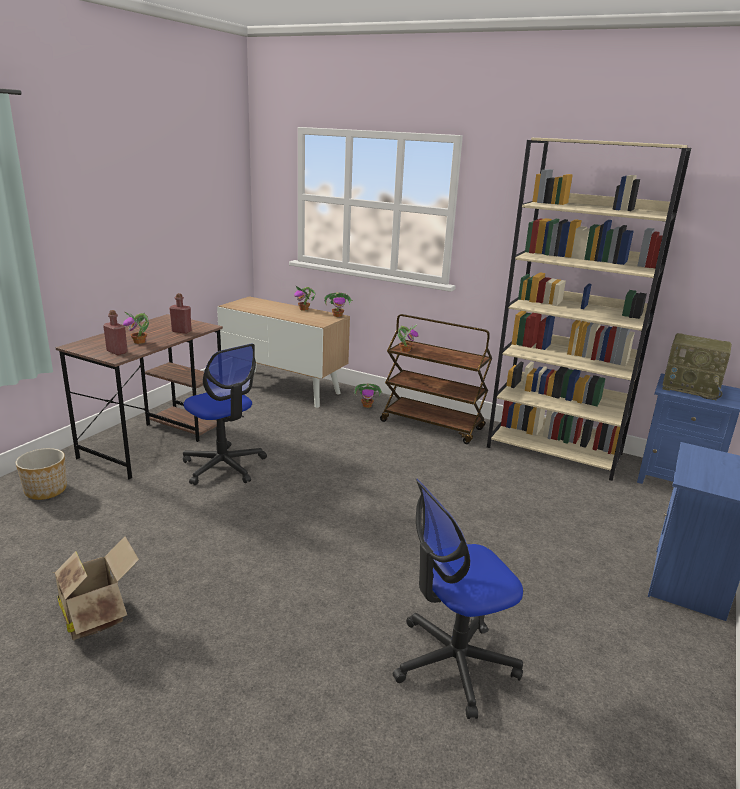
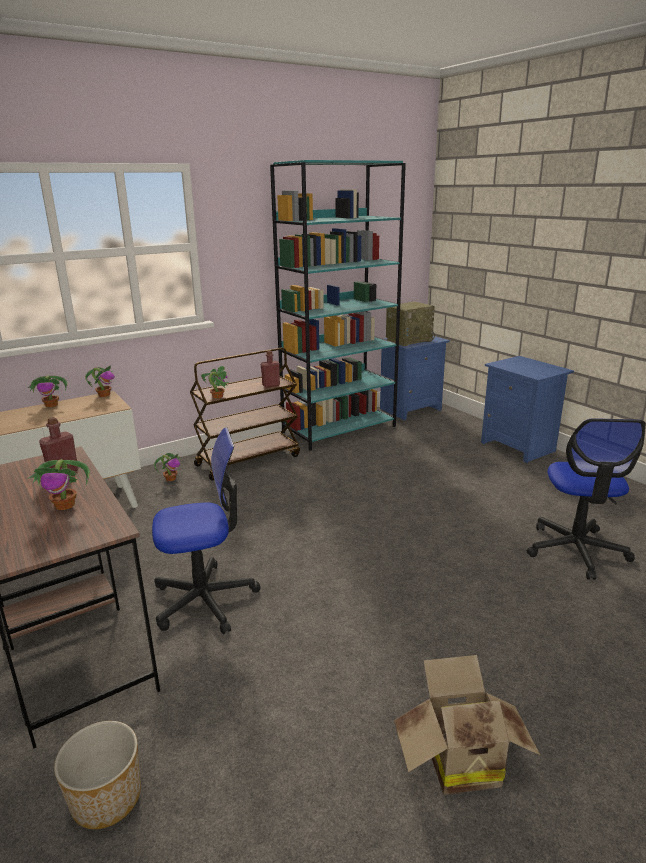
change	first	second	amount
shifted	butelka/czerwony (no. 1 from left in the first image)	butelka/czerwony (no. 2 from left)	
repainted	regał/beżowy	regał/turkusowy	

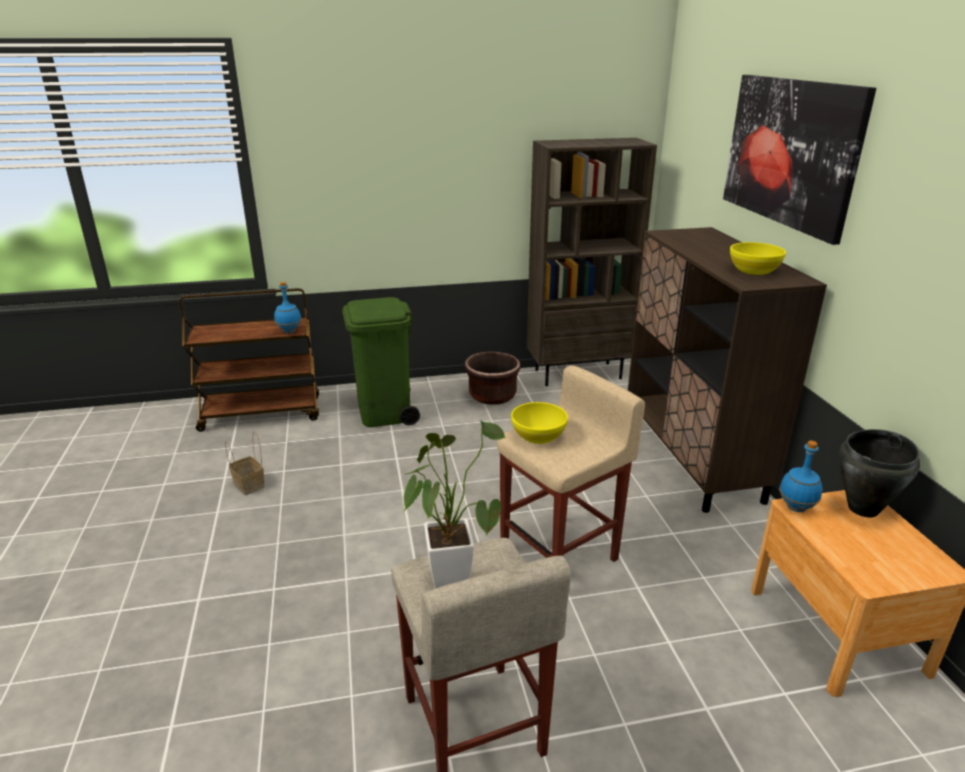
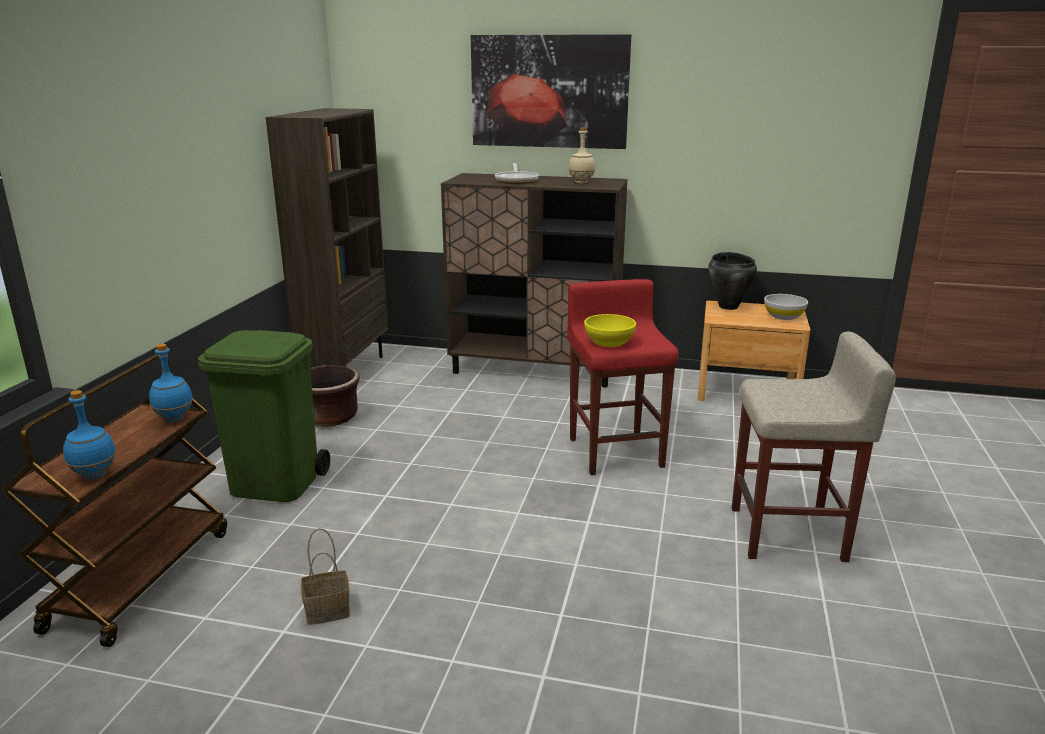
change	first	second	amount
gone	roślina doniczkowa		
repainted	stołek/beżowy (no. 2 from left)	stołek/czerwony	
swapped	miska/żółty (no. 2 from left)	butelka/beżowy	
shifted	butelka/niebieski (no. 2 from left in the first image)	butelka/niebieski (no. 1 from left)	
new		patelnia	
new		miska/biały	

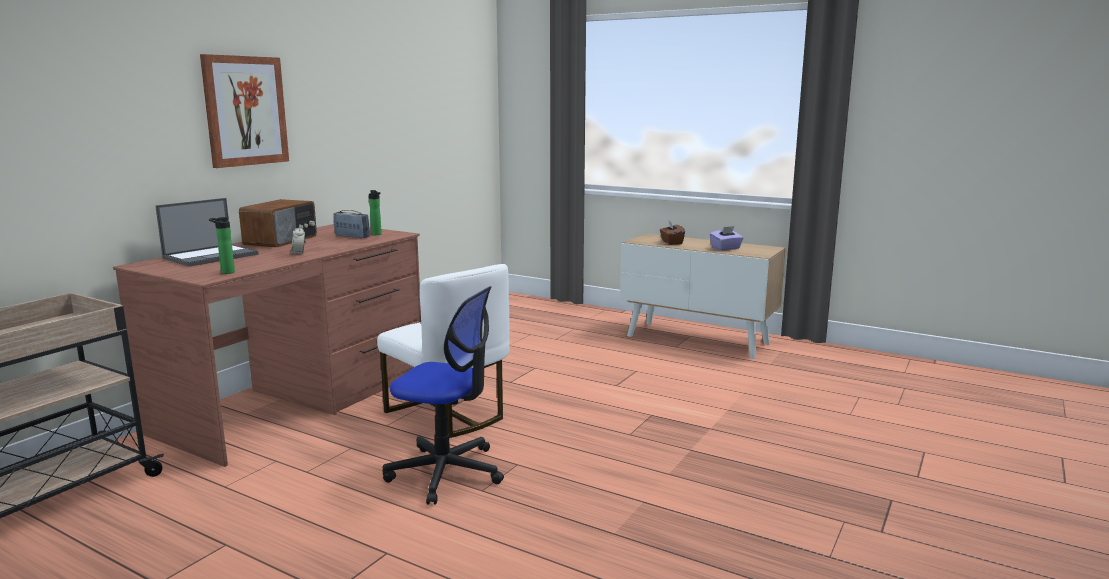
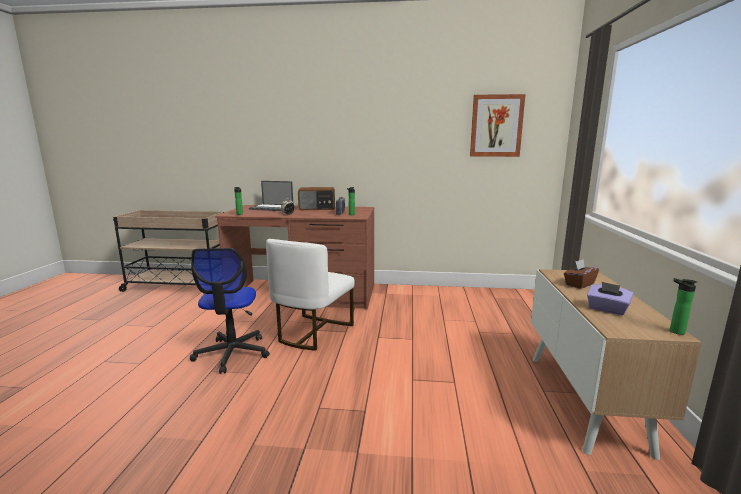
change	first	second	amount
shifted	obraz		
new		butelka (no. 3 from left)	

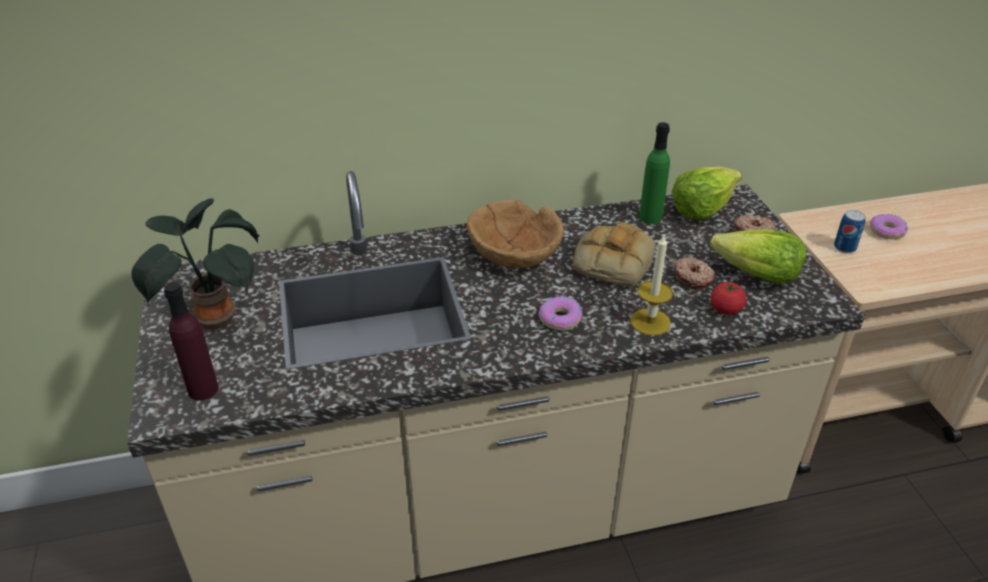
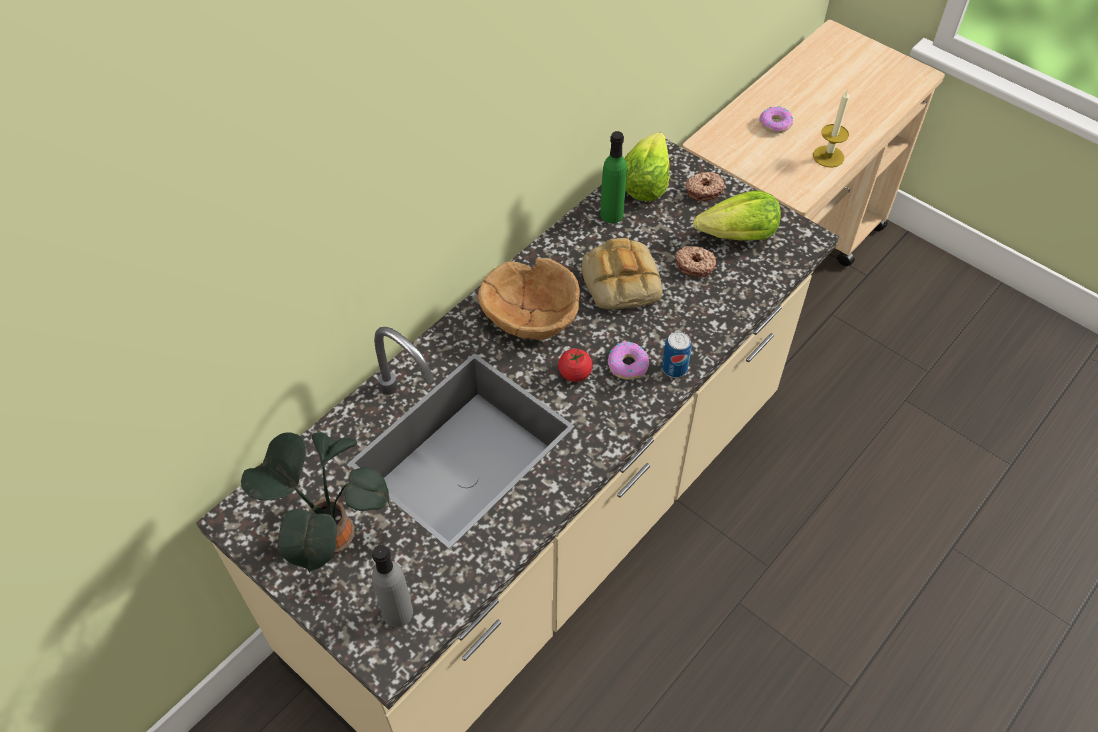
change	first	second	amount
repainted	butelka/fioletowy	butelka/szary	
shifted	świeca		
shifted	pomidor		
shifted	puszka		

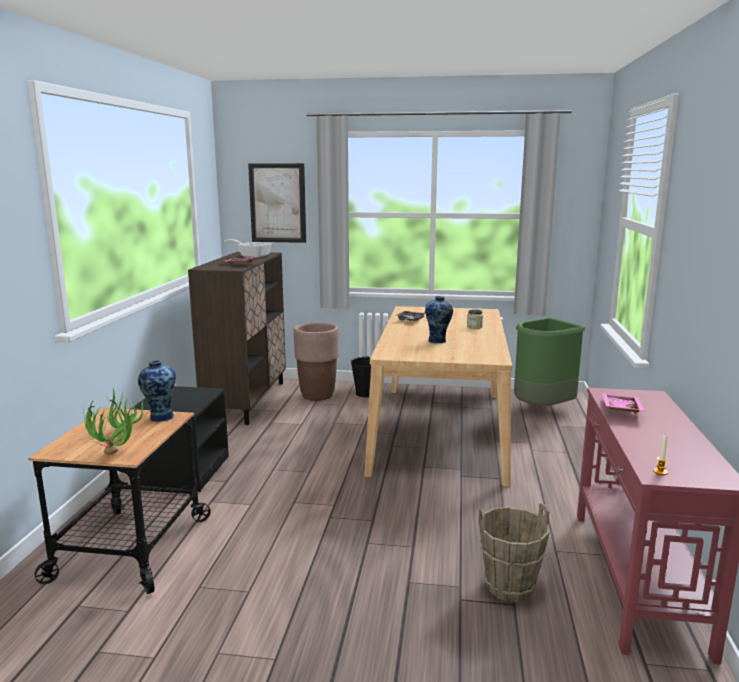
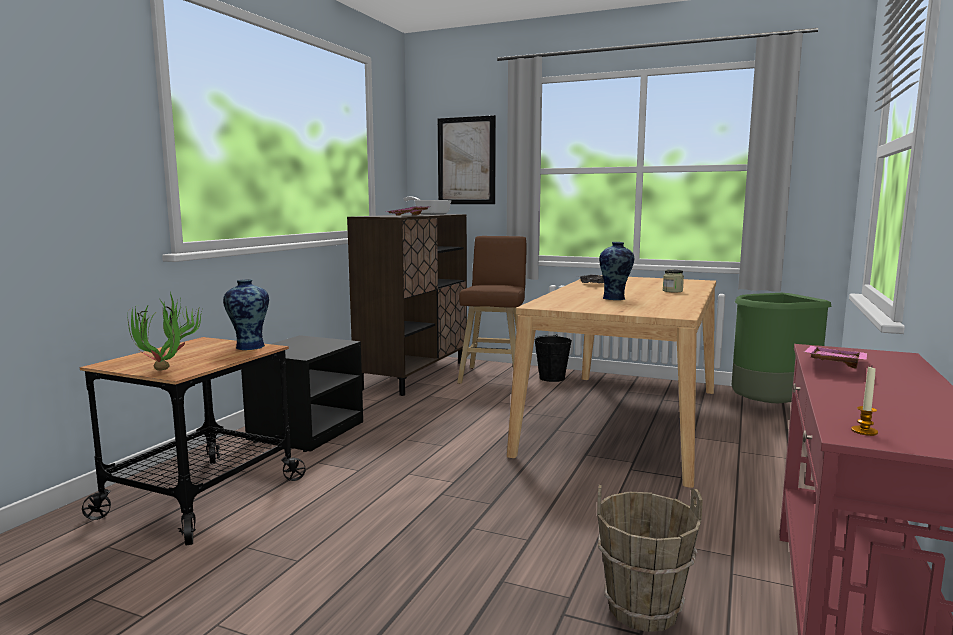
change	first	second	amount
swapped	donica/brązowy	stołek/brązowy	

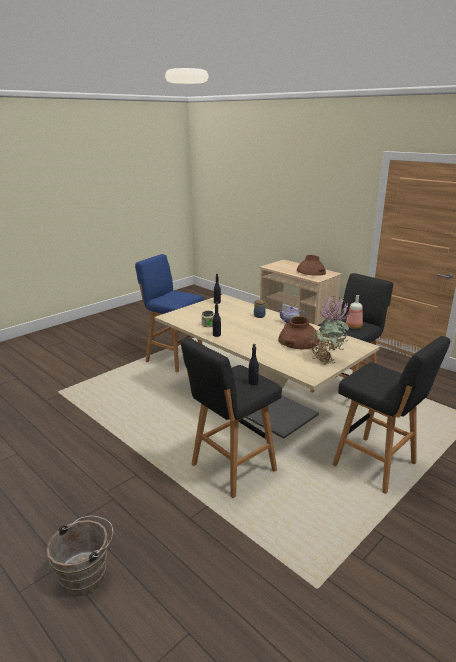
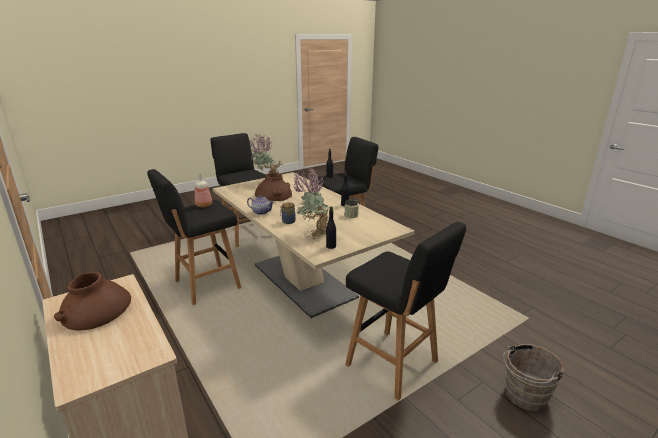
change	first	second	amount
shifted	wiadro/brązowy		
repainted	stołek/niebieski	stołek/czarny (no. 4 from left)	
new		roślina doniczkowa (no. 2 from left)	

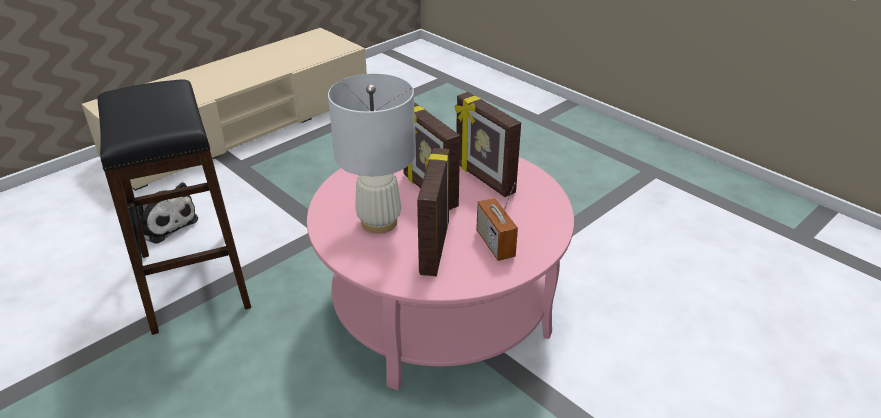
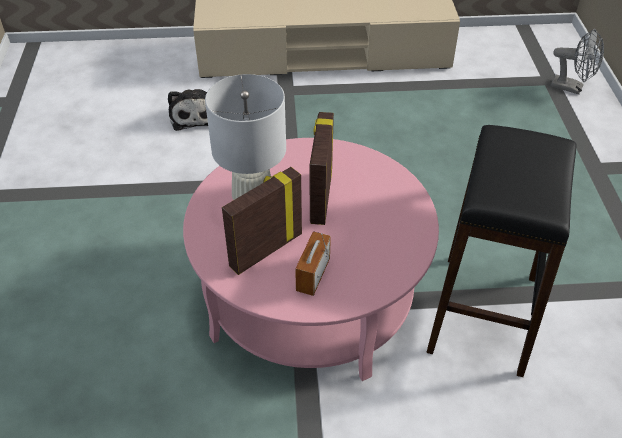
change	first	second	amount
shifted	stołek/czarny		
gone	ramka na zdjęcie (no. 3 from left)		
new		wentylator/szary	

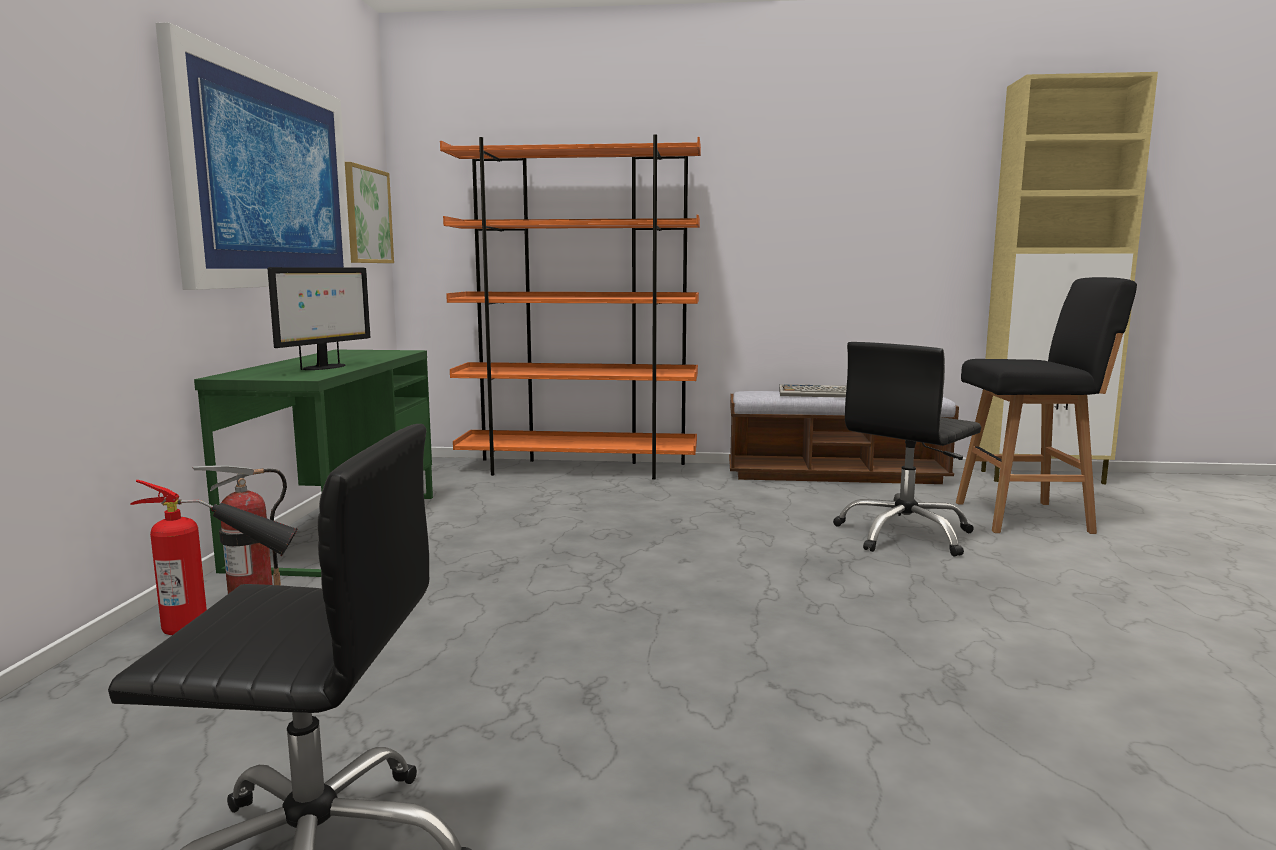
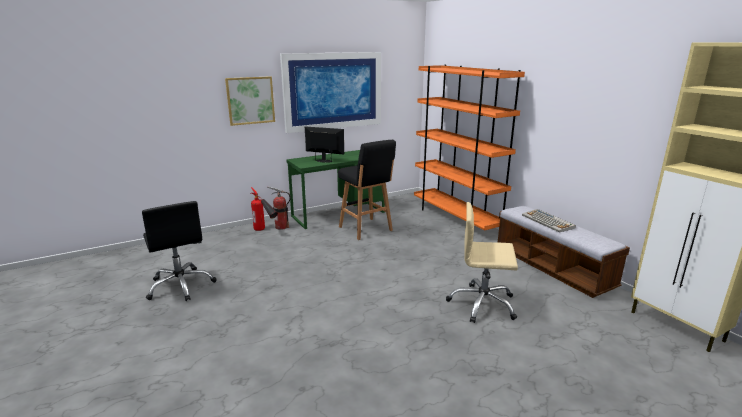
change	first	second	amount
rotated	monitor		150 degrees counterclockwise
shifted	obraz (no. 2 from left in the first image)	obraz (no. 1 from left)	
repainted	krzesło biurowe/czarny (no. 2 from left)	krzesło biurowe/beżowy	
shifted	stołek/czarny		

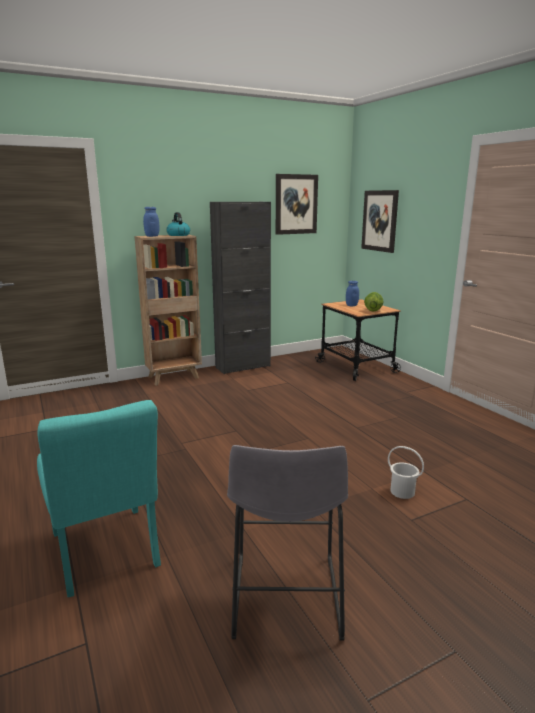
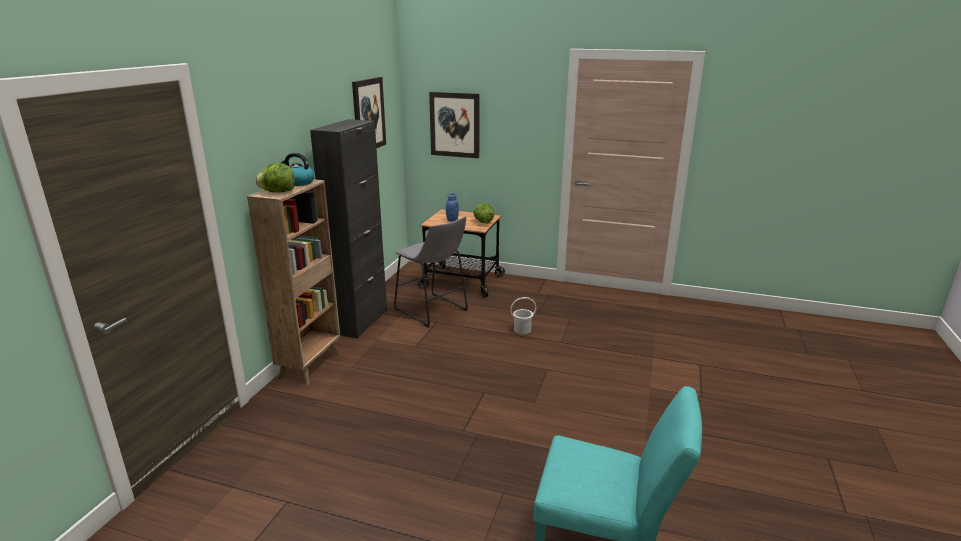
change	first	second	amount
swapped	słoik/niebieski (no. 1 from left)	sałata (no. 1 from left)	
shifted	stołek/szary		
shifted	wiadro/biały		

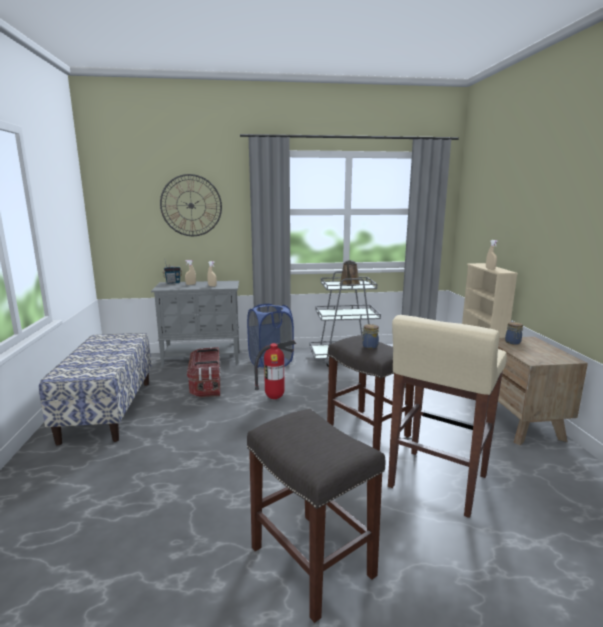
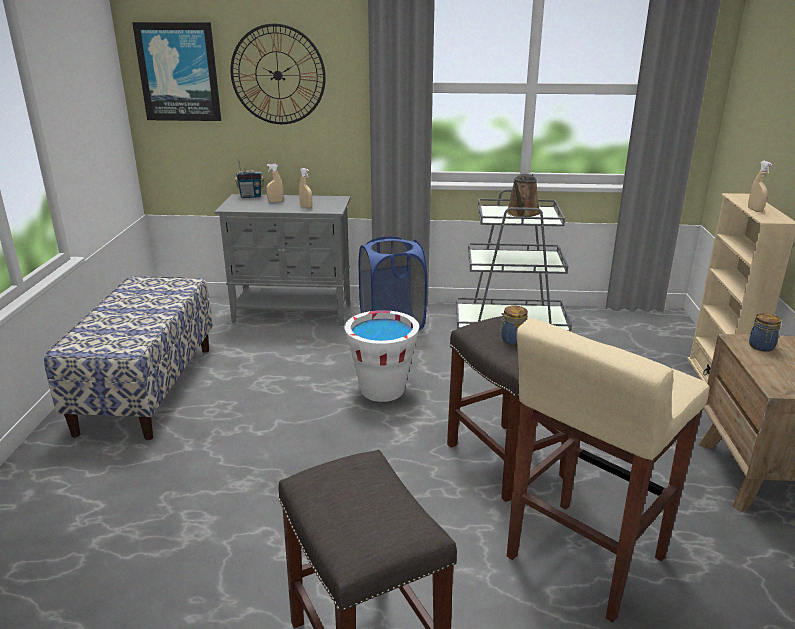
change	first	second	amount
gone	pojemnik do przechowywania		
swapped	gaśnica	wiadro/biały	
new		obraz	

